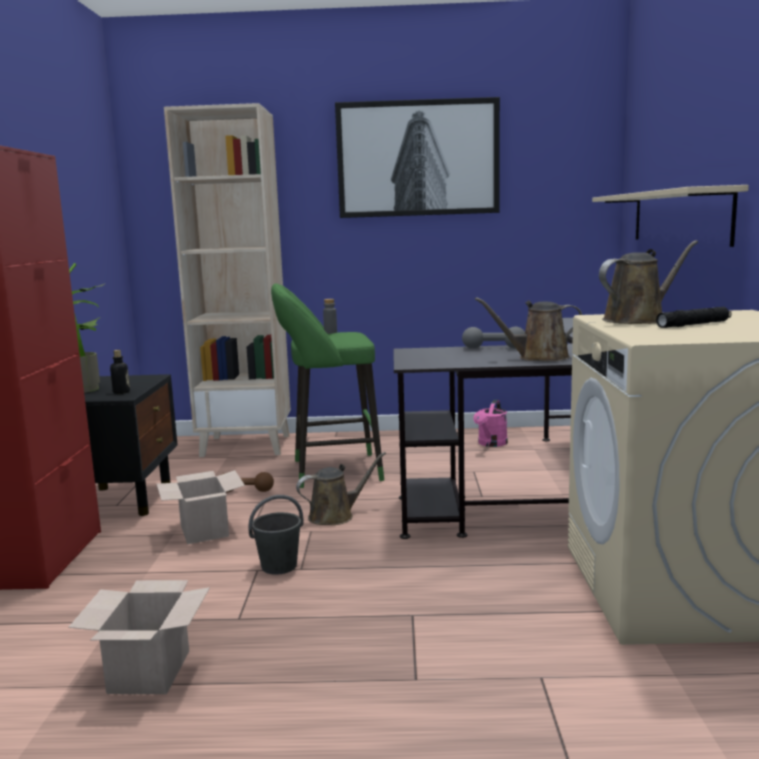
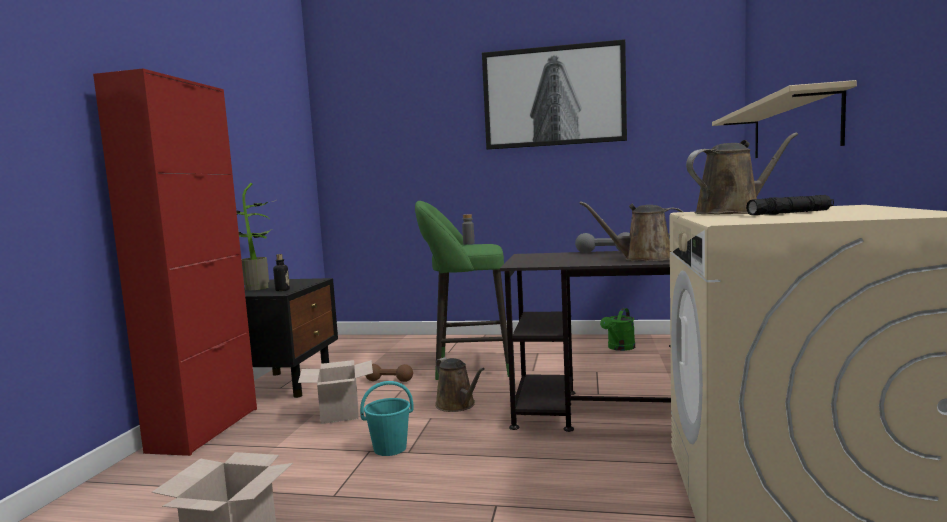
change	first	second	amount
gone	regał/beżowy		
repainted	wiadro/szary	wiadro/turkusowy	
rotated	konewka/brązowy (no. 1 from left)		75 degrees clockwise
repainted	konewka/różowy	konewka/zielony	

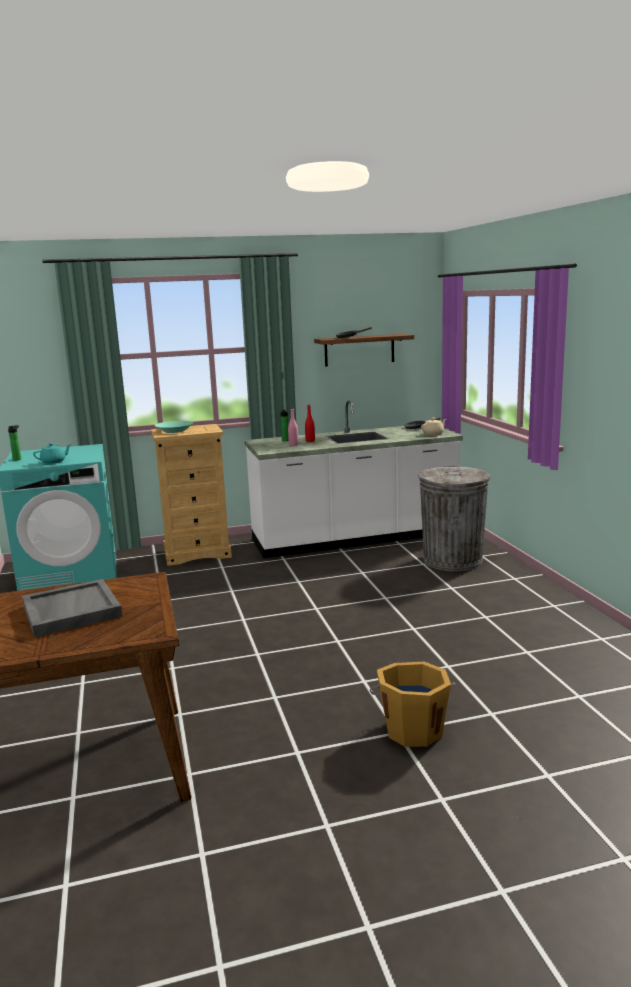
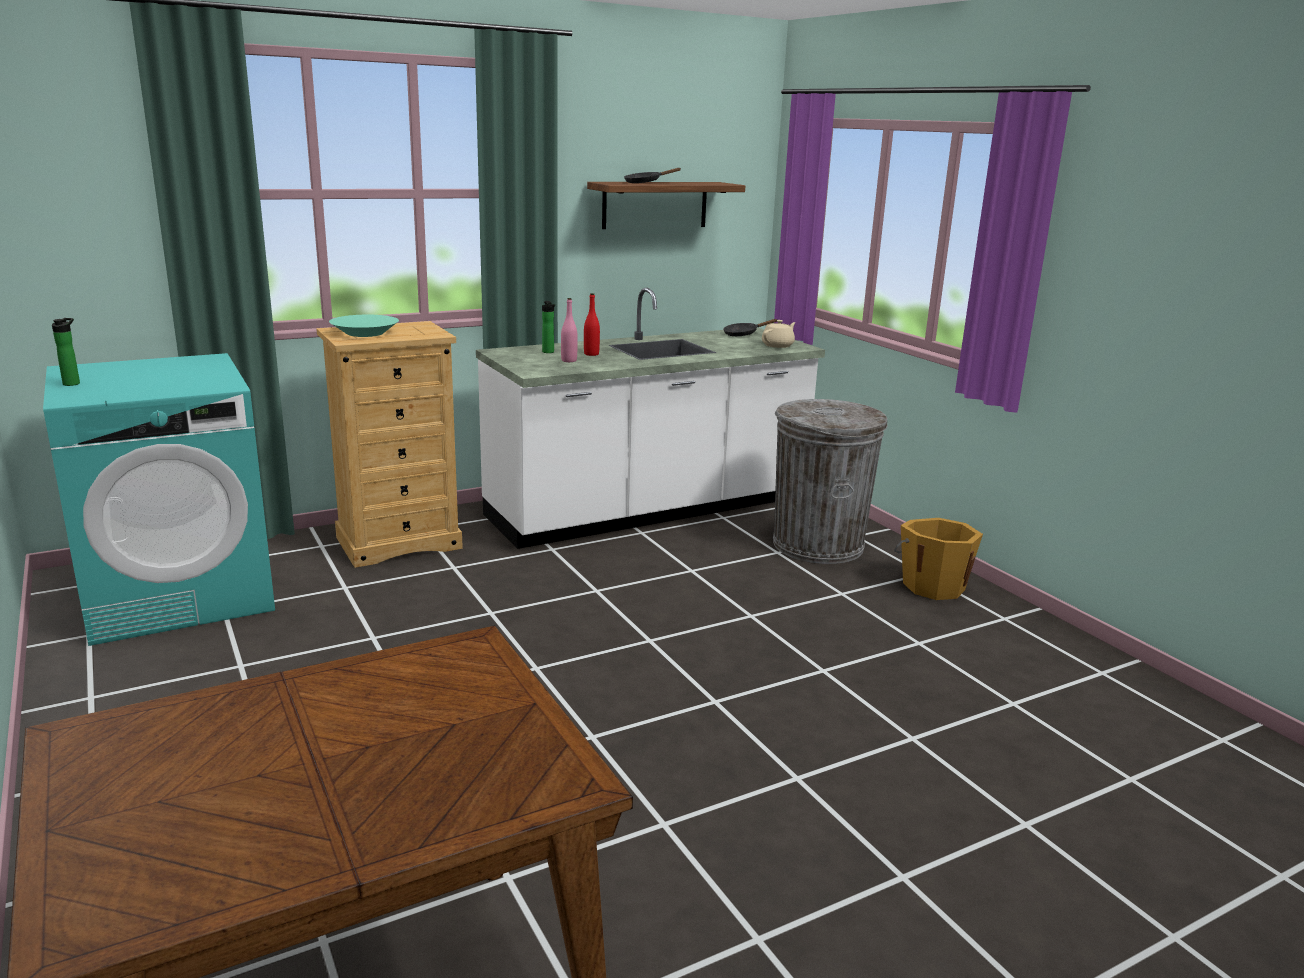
change	first	second	amount
gone	taca/szary		
gone	imbryk/turkusowy		
shifted	wiadro/pomarańczowy		

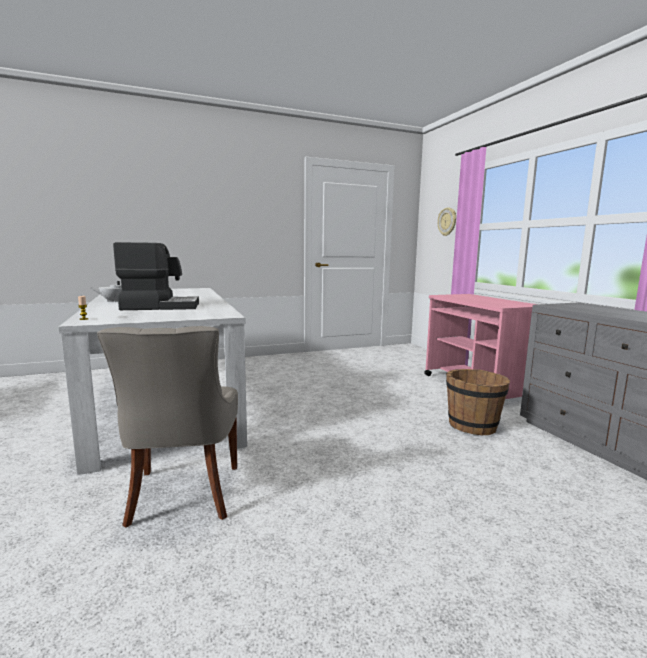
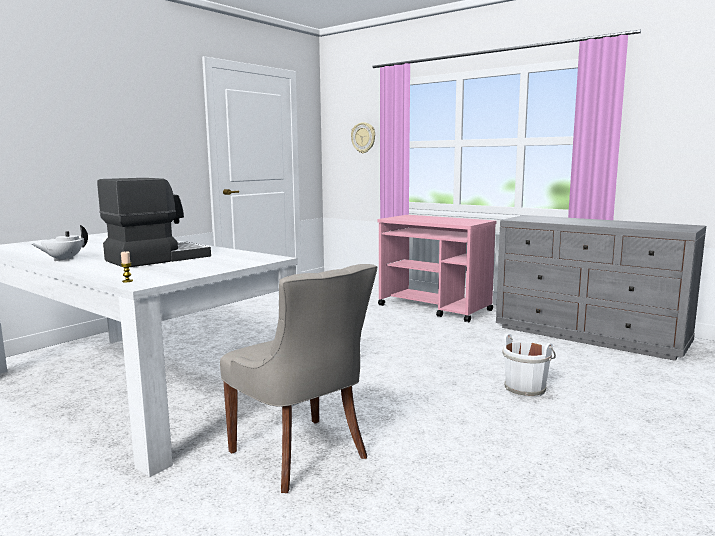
change	first	second	amount
gone	wiadro/brązowy		
new		wiadro/biały	

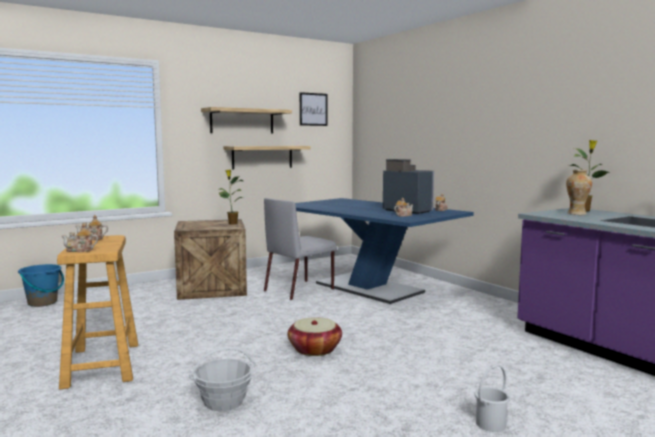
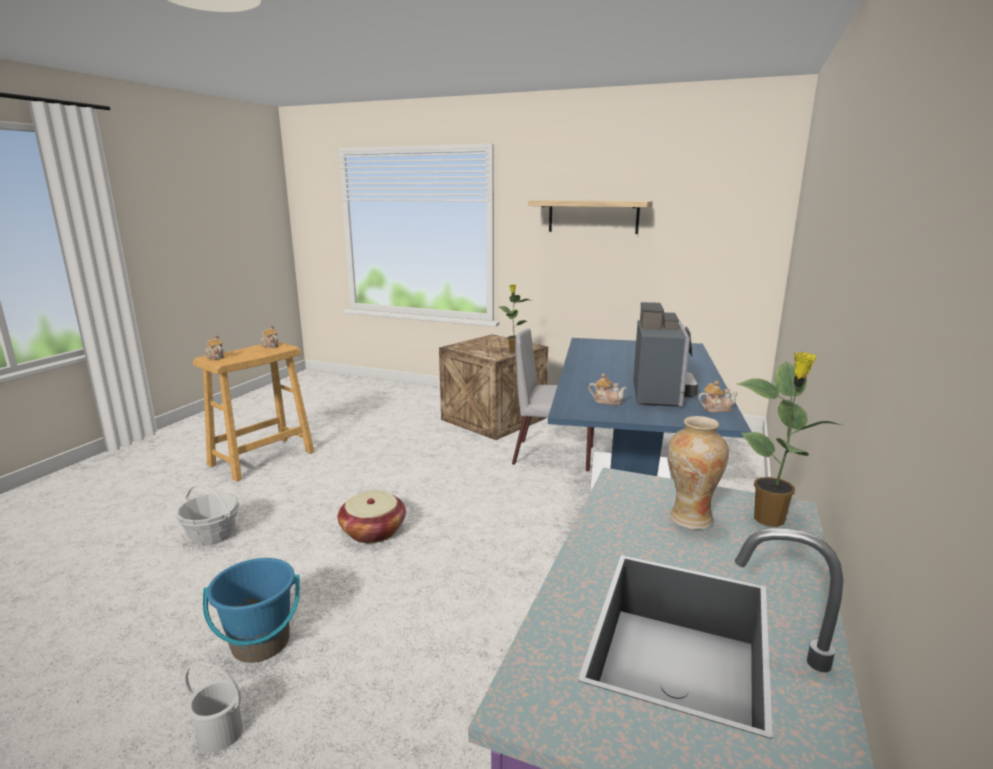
change	first	second	amount
shifted	wiadro/niebieski		
gone	półka (no. 2 from left)		
gone	obraz		

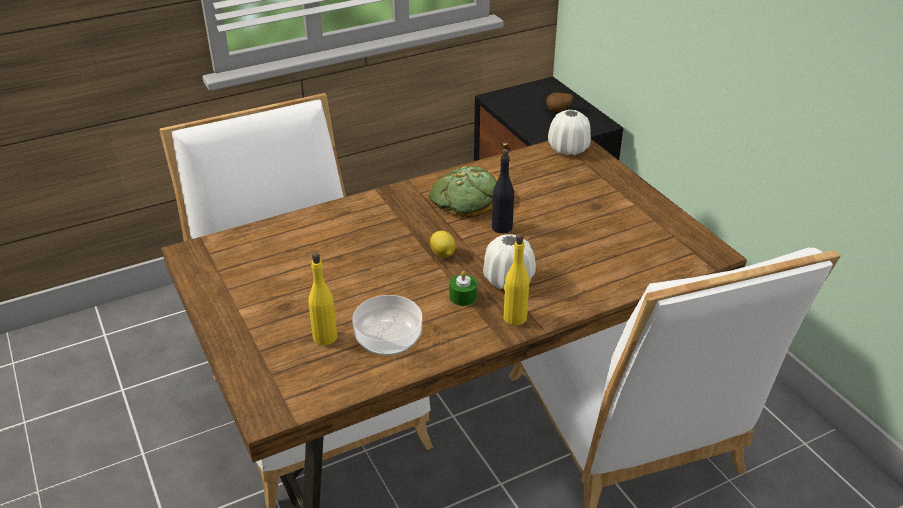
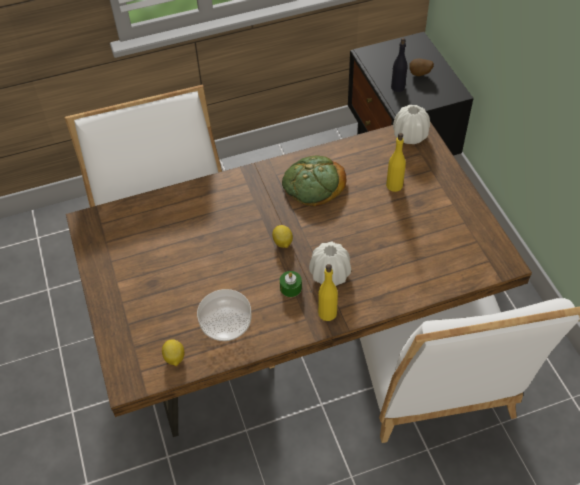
change	first	second	amount
shifted	butelka/żółty (no. 1 from left in the first image)	butelka/żółty (no. 2 from left)	
shifted	butelka/czarny		
new		cytryna (no. 1 from left)	

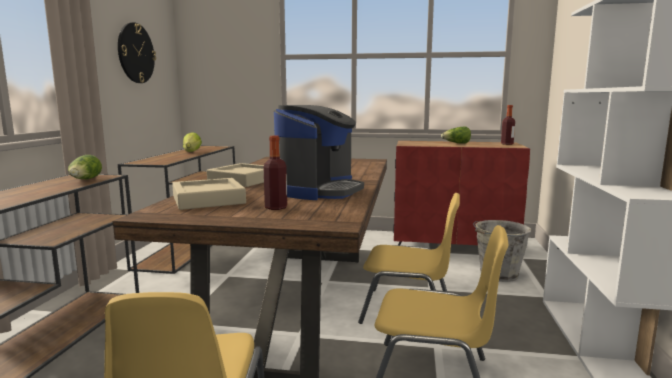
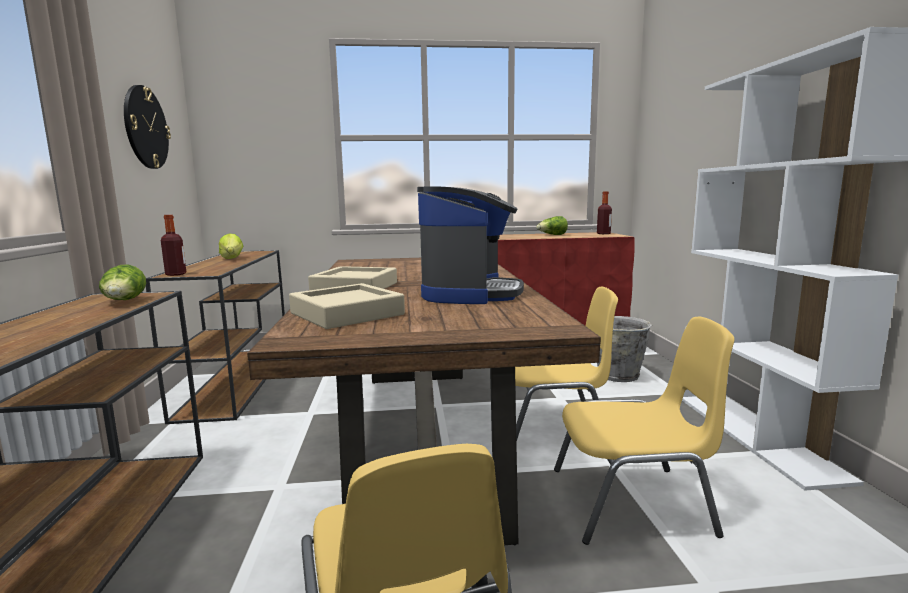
change	first	second	amount
shifted	butelka (no. 1 from left)		

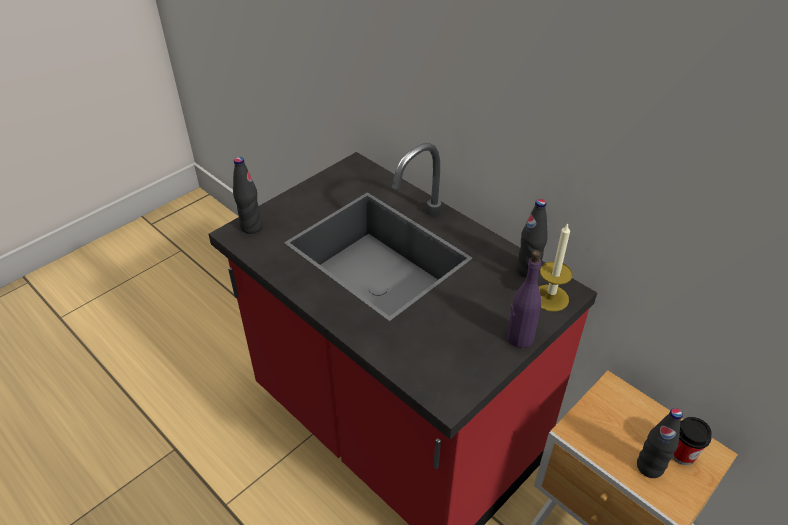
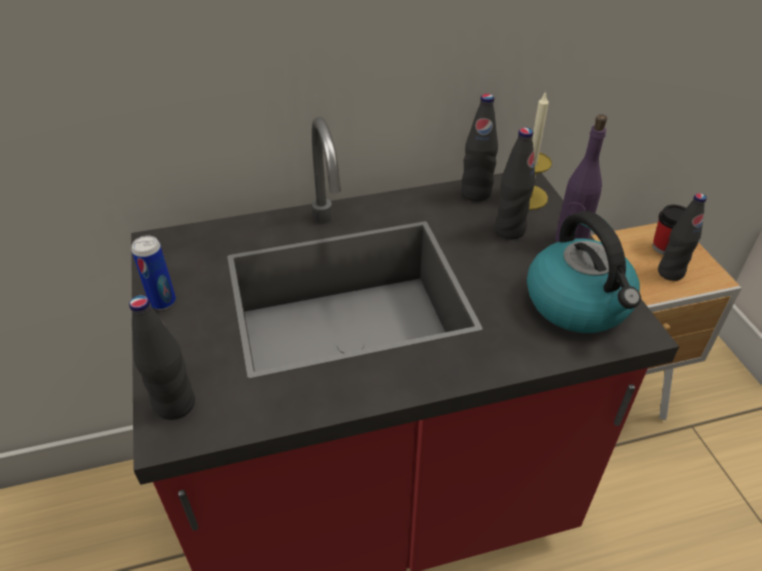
change	first	second	amount
new		puszka	
new		butelka/czarny (no. 3 from left)	
new		czajnik	

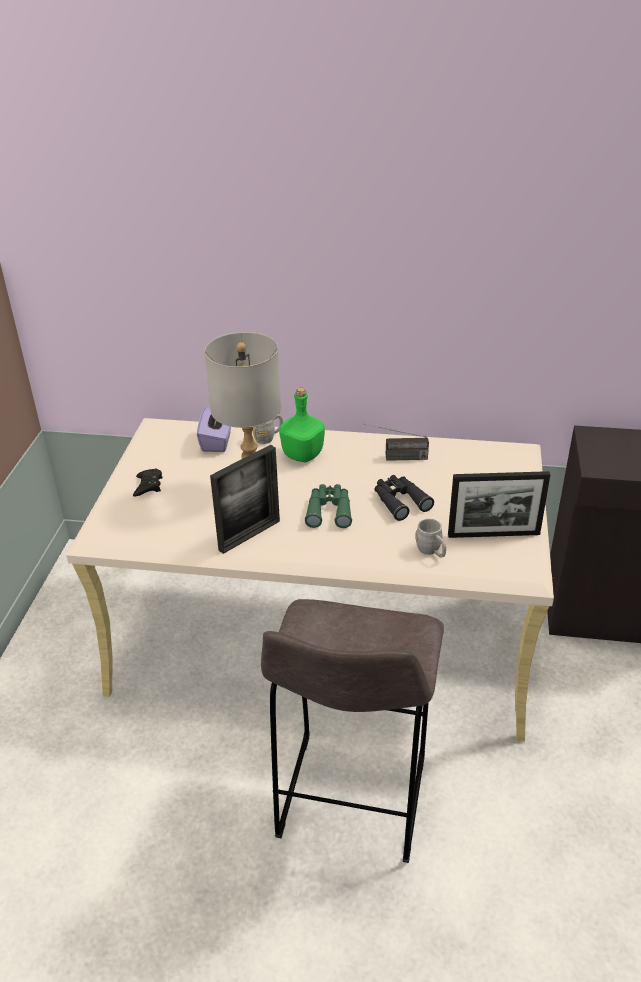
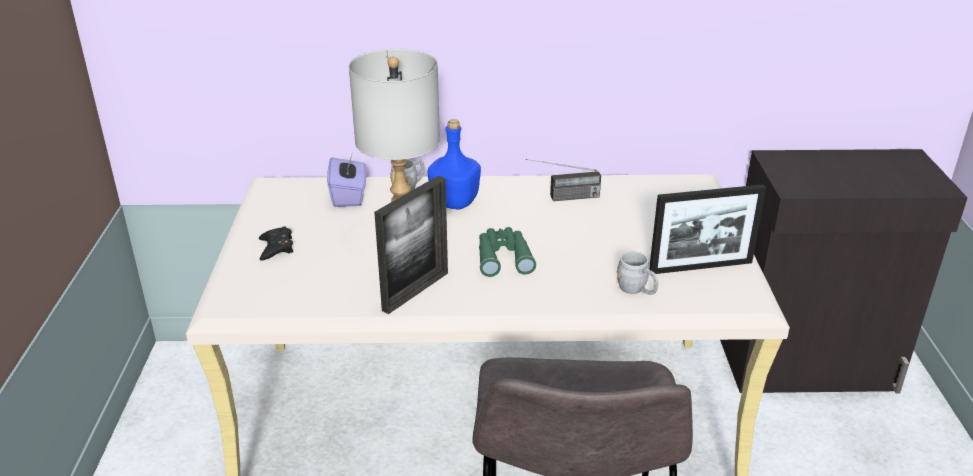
change	first	second	amount
repainted	butelka/zielony	butelka/niebieski	
gone	lornetka/czarny		

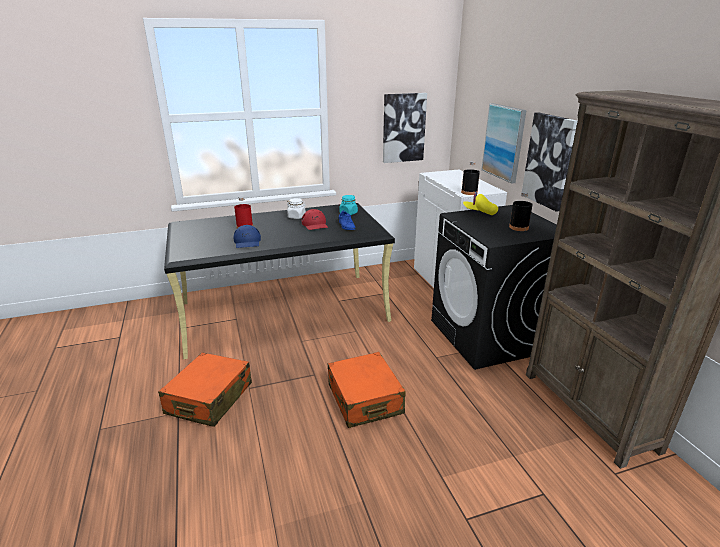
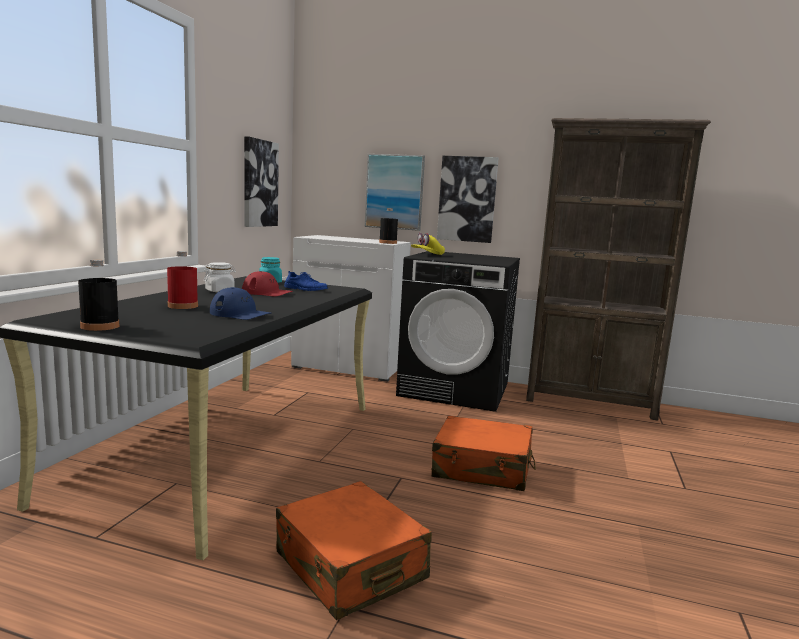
change	first	second	amount
shifted	butelka/czarny (no. 2 from left in the first image)	butelka/czarny (no. 1 from left)	

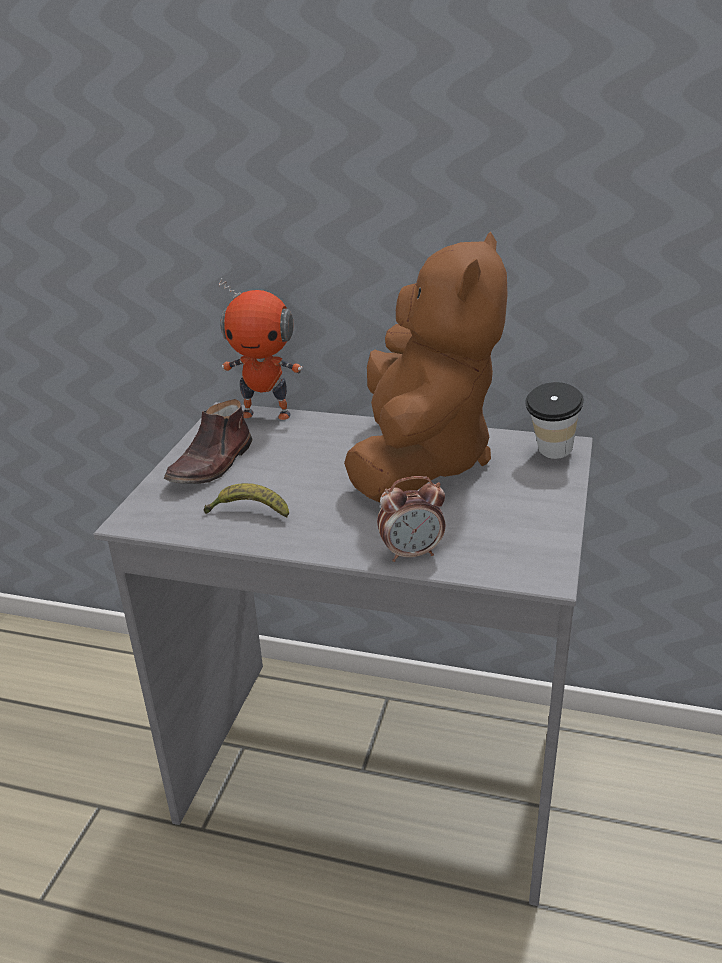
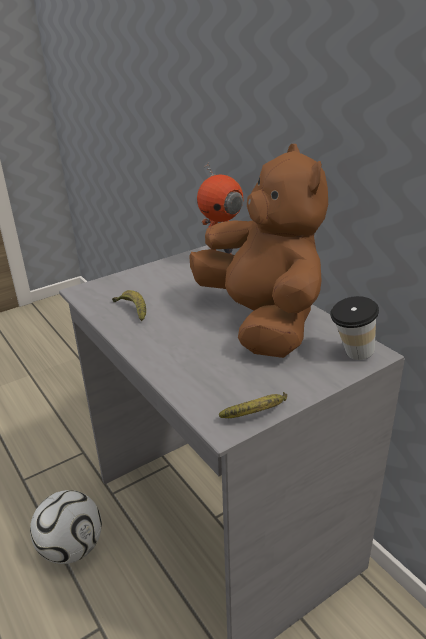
change	first	second	amount
gone	but/brązowy		
rotated	pluszak/brązowy		75 degrees counterclockwise
gone	budzik		
new		piłka futbolowa	
new		banan (no. 2 from left)	

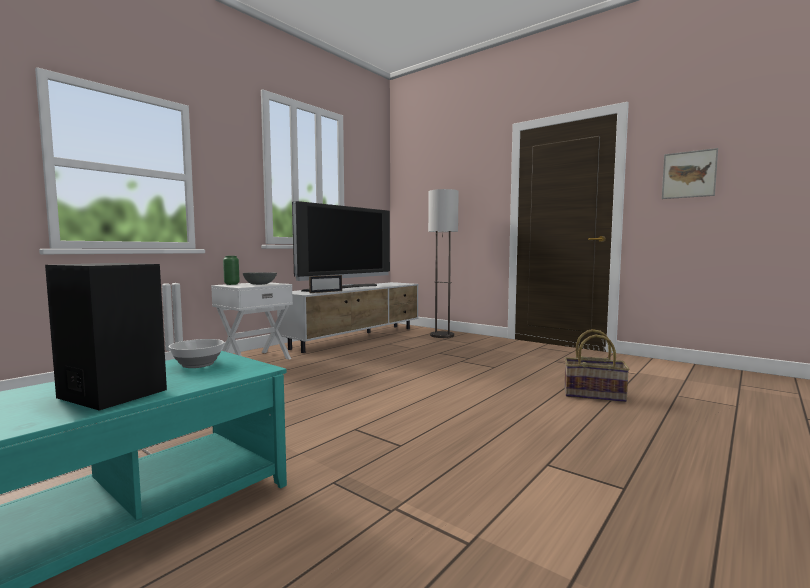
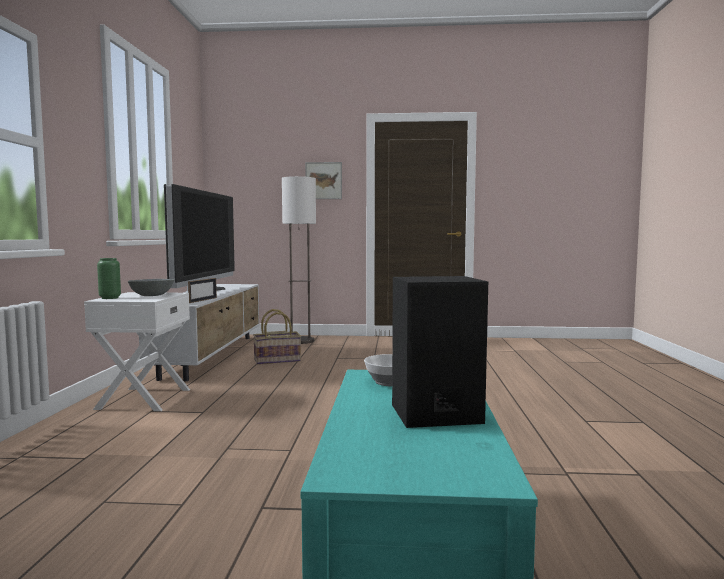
change	first	second	amount
shifted	koszyk		
shifted	obraz		

